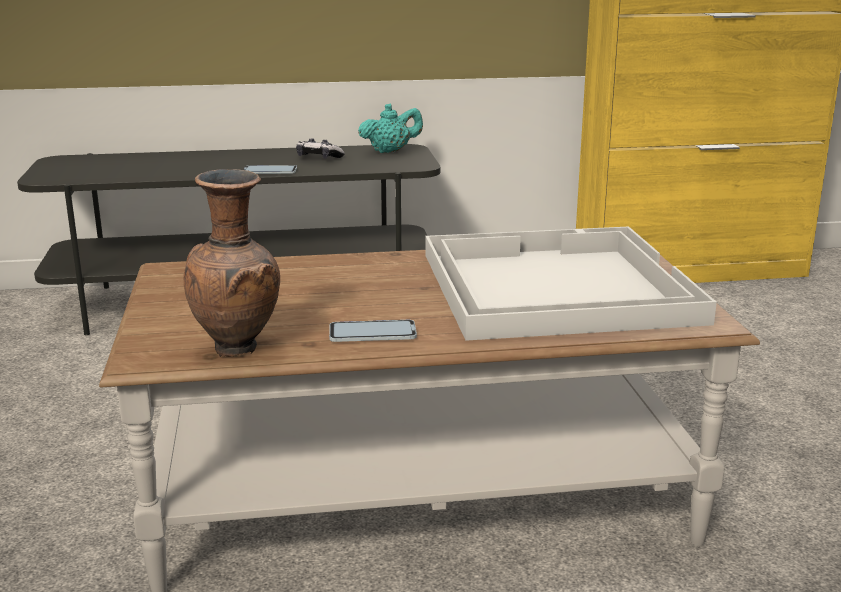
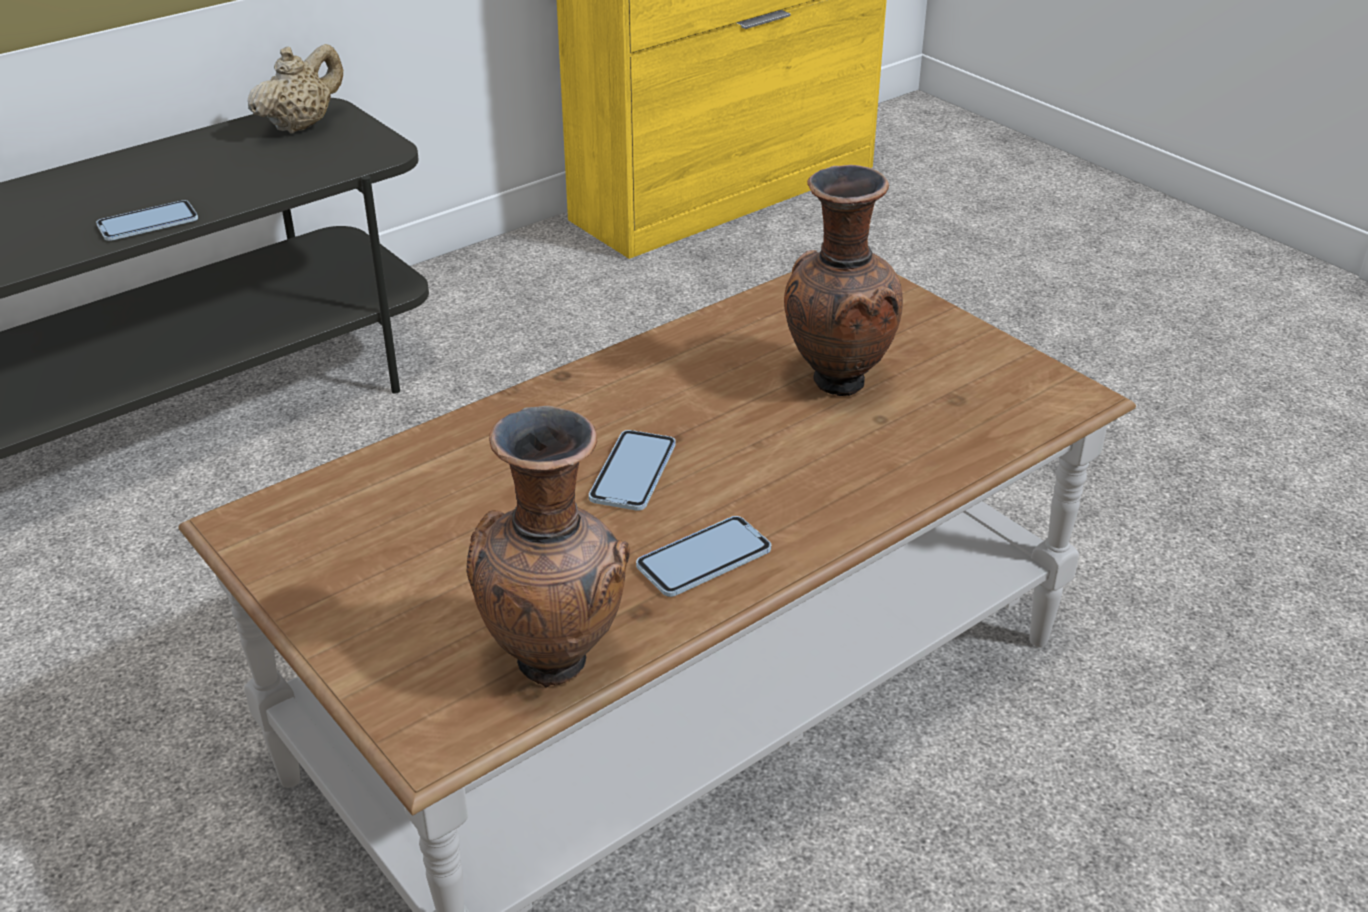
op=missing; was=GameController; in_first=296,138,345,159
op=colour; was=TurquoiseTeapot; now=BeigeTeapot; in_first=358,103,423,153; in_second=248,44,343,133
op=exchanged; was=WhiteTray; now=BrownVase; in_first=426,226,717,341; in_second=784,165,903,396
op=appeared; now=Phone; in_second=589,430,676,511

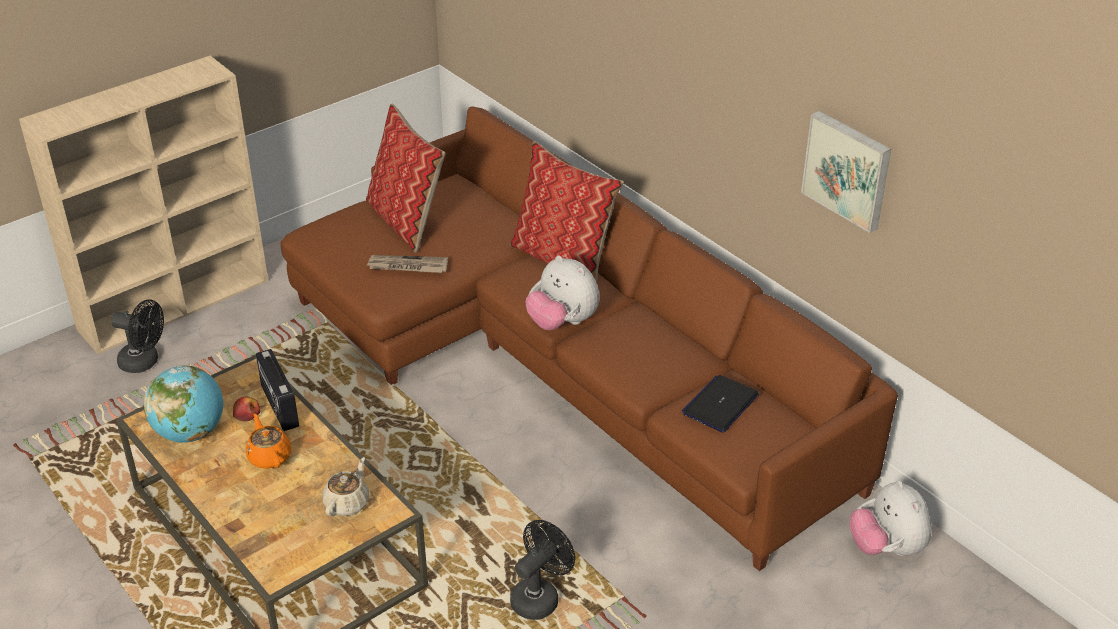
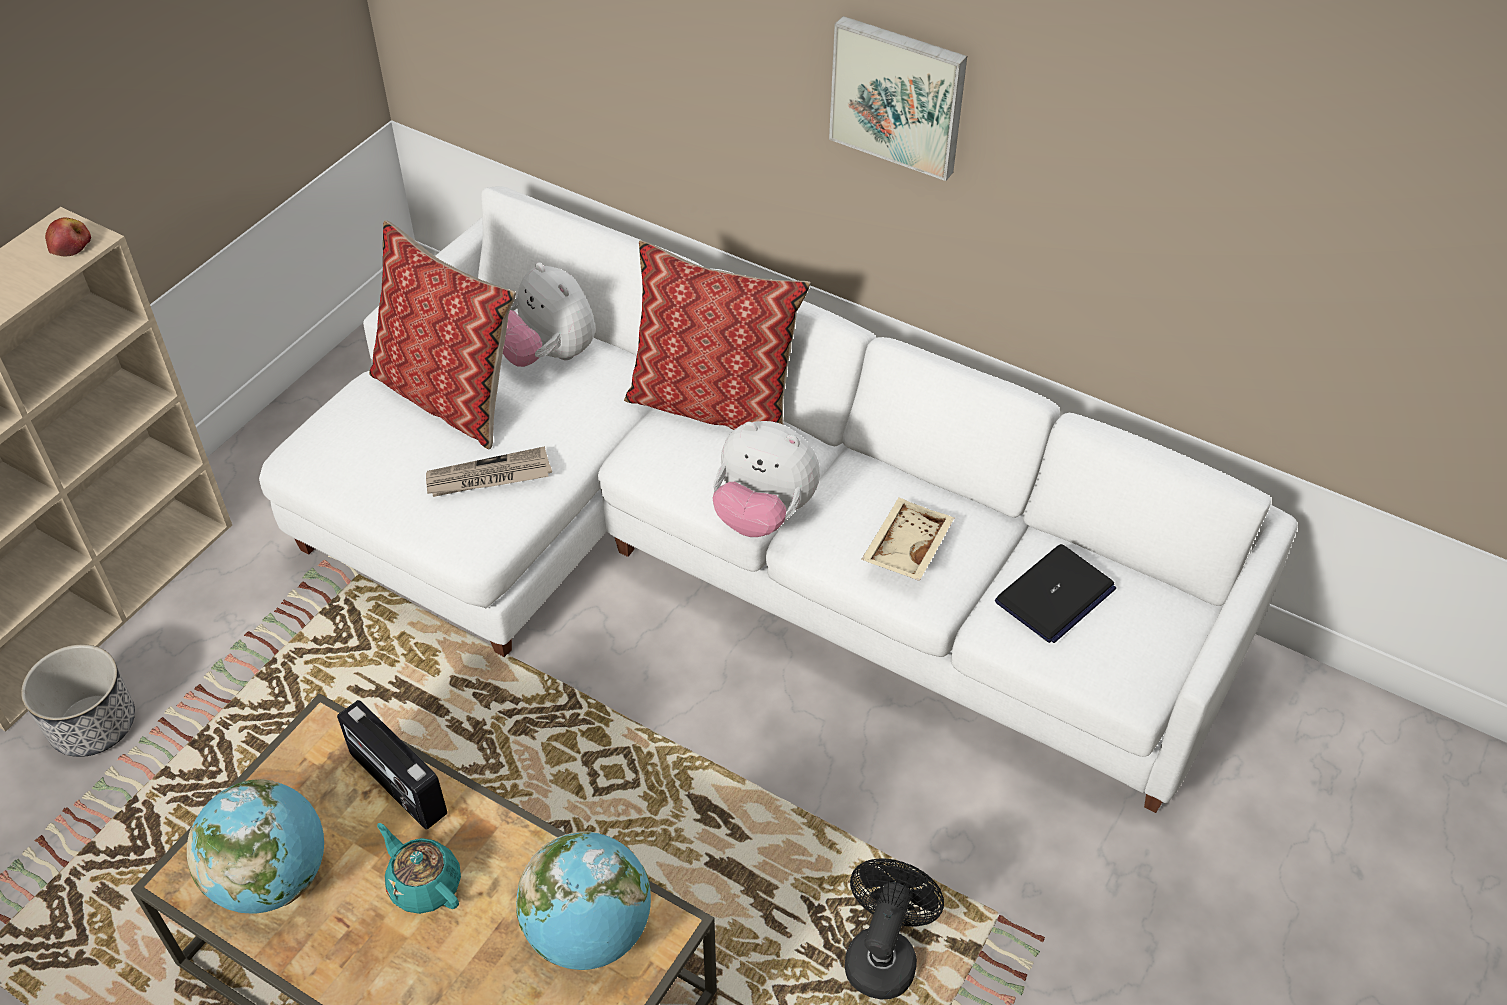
op=exchanged; was=BlackFan; now=Planter; in_first=111,300,164,373; in_second=21,644,135,757
op=relocated; was=Apple; in_first=233,397,260,422; in_second=45,218,91,256
op=colour; was=OrangeTeapot; now=TurquoiseTeapot; in_first=246,414,292,469; in_second=377,823,461,914
op=colour; was=BrownSofa; now=WhiteSofa; in_first=281,106,898,571; in_second=259,186,1298,813
op=exchanged; was=BeigeTeapot; now=Globe; in_first=322,457,370,516; in_second=516,831,651,970
op=spun; was=Laptop; in_first=682,375,759,432; in_second=995,544,1116,643; clockwise=-150
op=relocated; was=Picture; in_first=801,111,891,233; in_second=829,16,967,181
op=relocated; was=PlushToy; in_first=849,480,932,556; in_second=503,262,596,367
op=appeared; now=BeigeTray; in_second=861,498,954,581

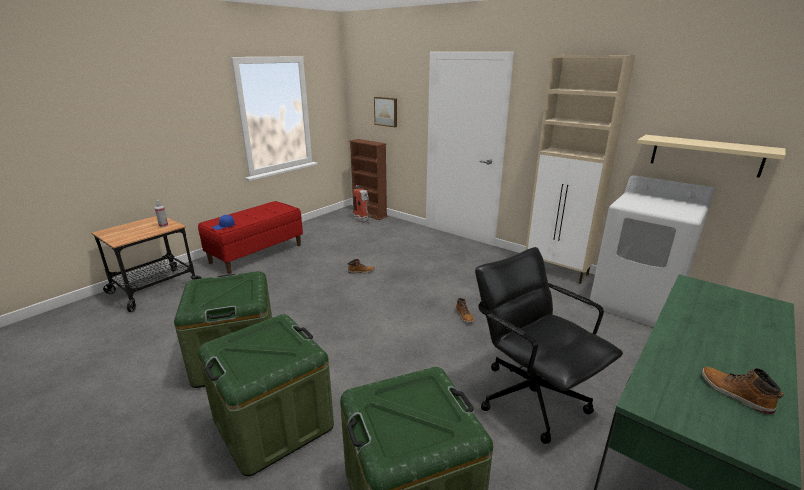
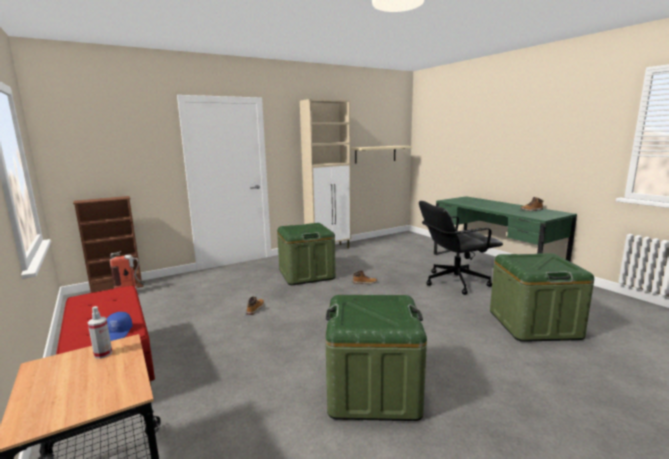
op=relocated; was=GreenStorageBox; in_first=197,314,334,476; in_second=277,223,336,285
op=missing; was=Picture; in_first=374,97,397,127
op=missing; was=WhiteWashingMachine; in_first=590,175,715,327

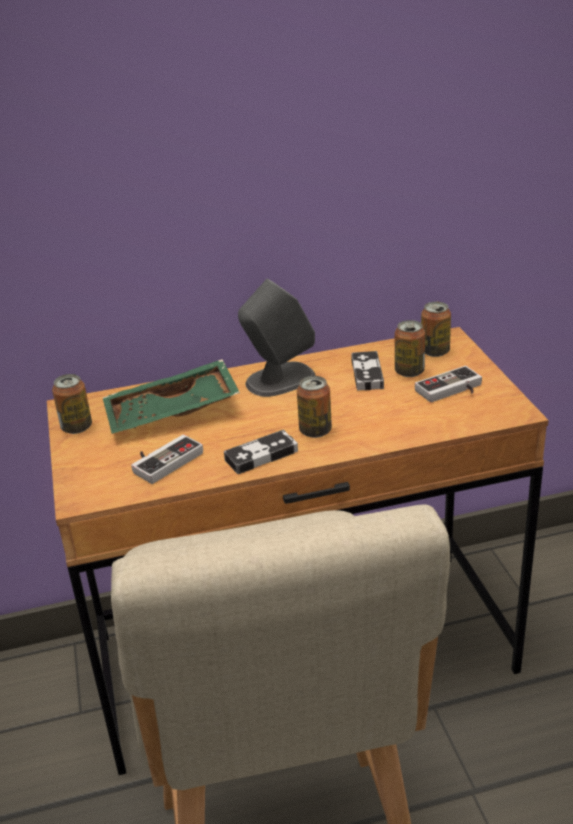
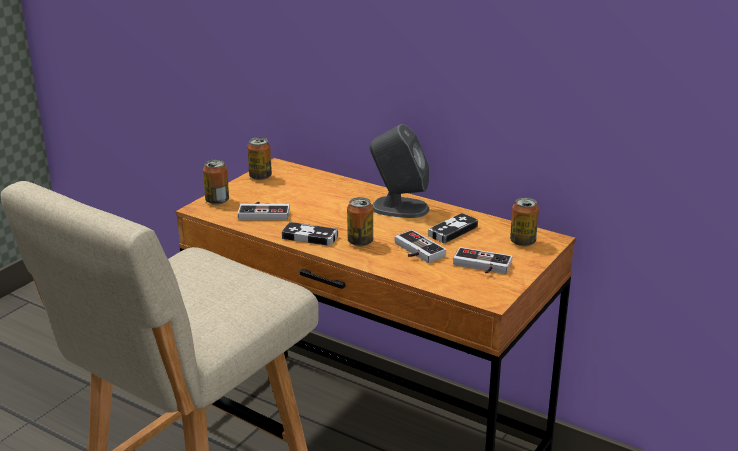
op=missing; was=GreenTray; in_first=103,359,240,434
op=relocated; was=Can; in_first=395,320,425,377; in_second=203,159,229,205
op=appeared; now=GameController; in_second=395,230,446,263

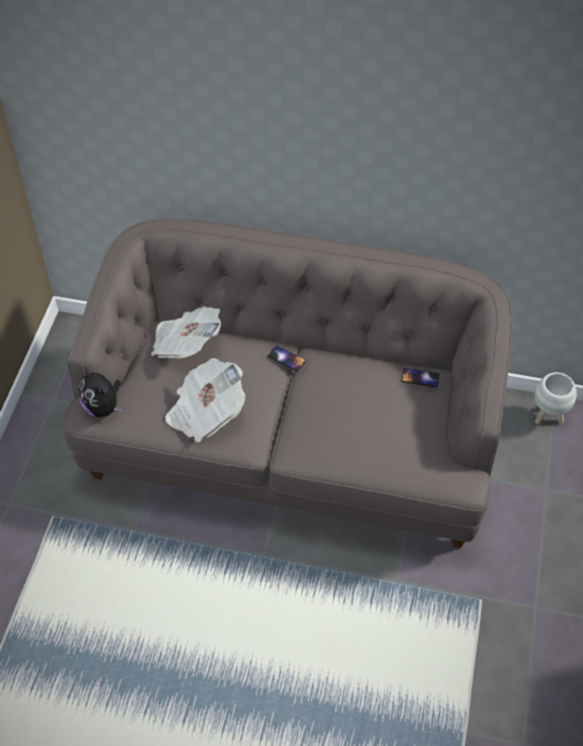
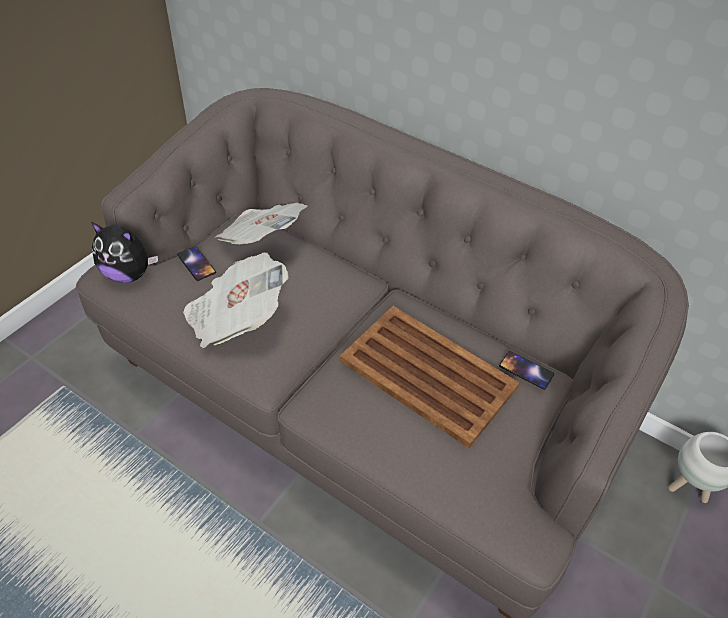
op=spun; was=PlushToy; in_first=79,367,122,418; in_second=91,222,158,283; clockwise=-60
op=relocated; was=Phone; in_first=268,345,306,372; in_second=177,246,216,281
op=appeared; now=BrownTray; in_second=339,306,520,448

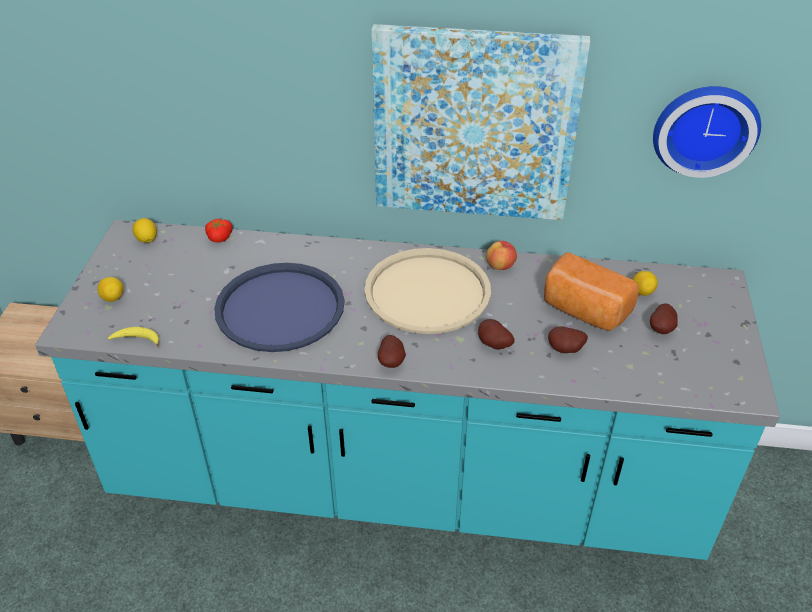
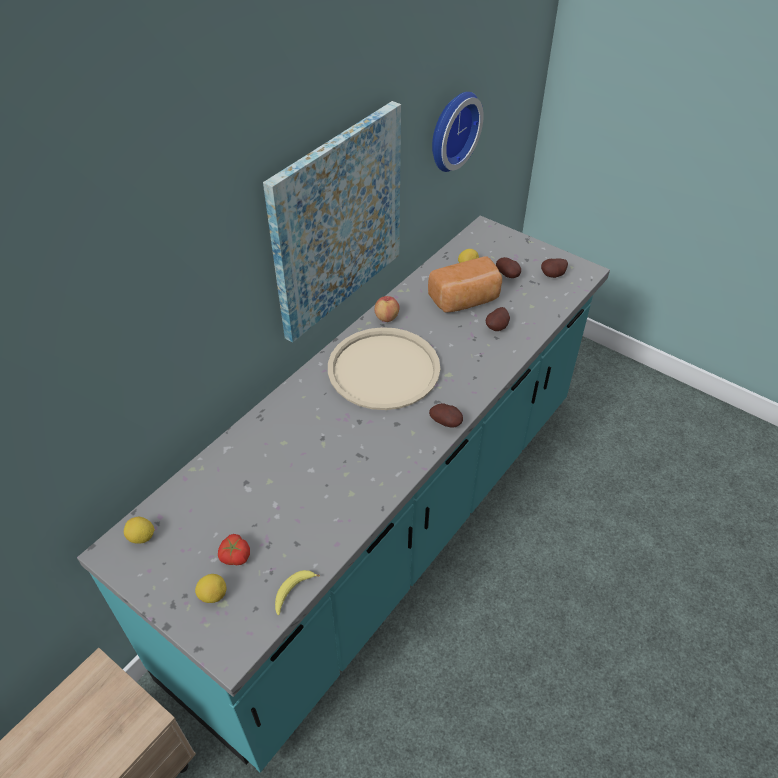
op=relocated; was=Tomato; in_first=205,219,232,242; in_second=218,534,250,565
op=missing; was=BlueTray; in_first=214,263,344,352
op=relocated; was=Potato; in_first=478,319,515,350; in_second=541,259,568,278

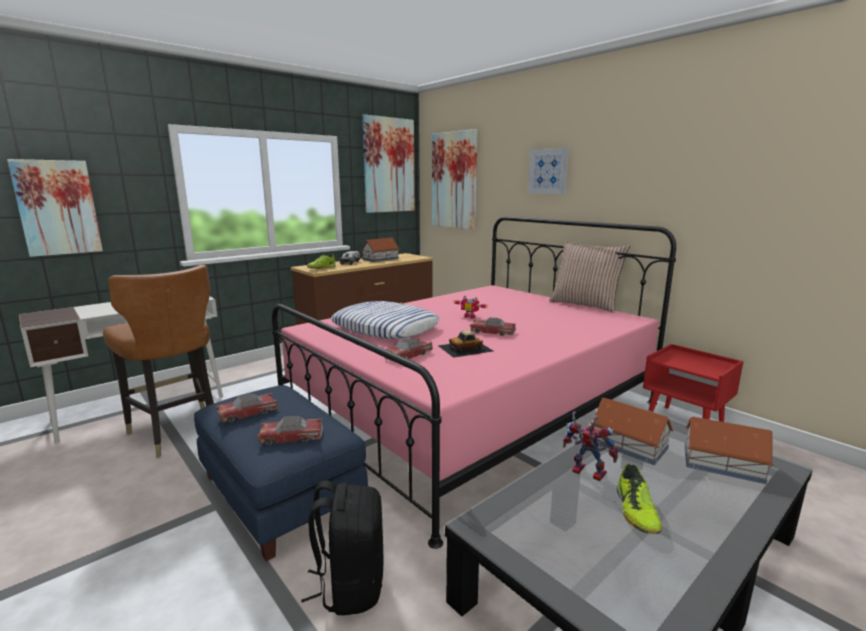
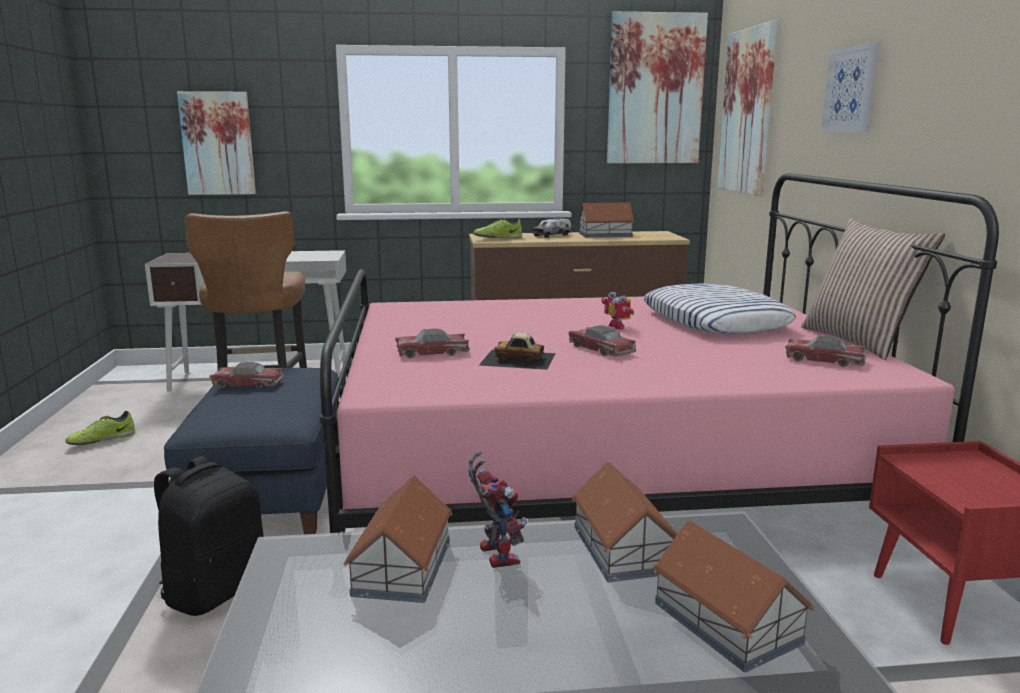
op=relocated; was=ToyCar; in_first=257,416,323,445; in_second=785,335,866,367
op=relocated; was=Pillow; in_first=331,301,440,339; in_second=644,283,796,334
op=relocated; was=Shoe; in_first=617,464,662,534; in_second=65,411,135,445
op=appeared; now=ToyHouse; in_second=343,476,453,603

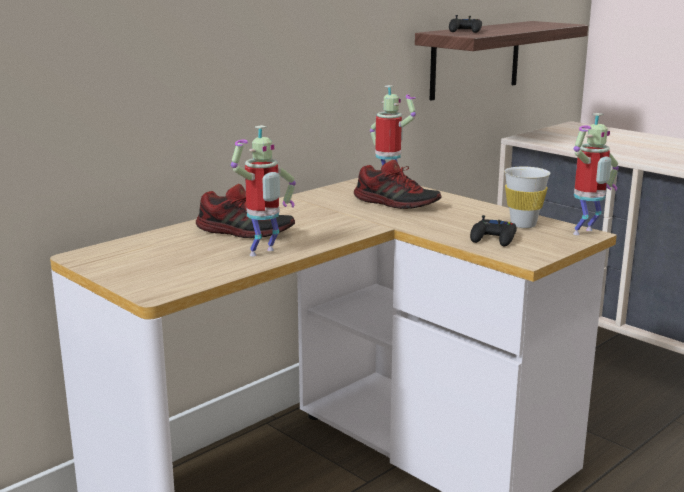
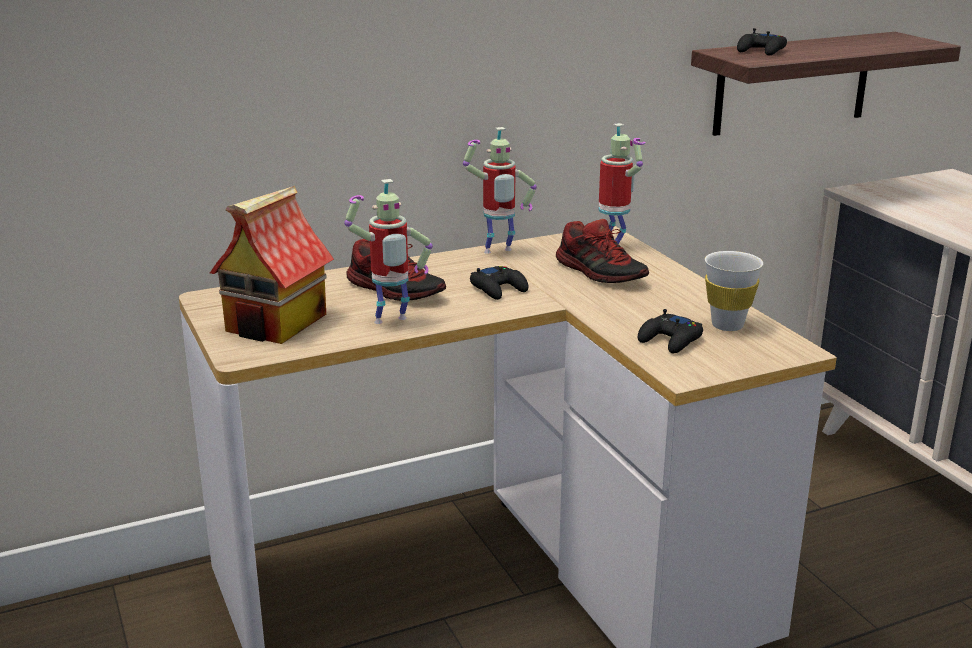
op=relocated; was=ToyRobot; in_first=573,113,619,235; in_second=463,127,537,254
op=appeared; now=ToyHouse; in_second=210,186,334,344
op=appeared; now=BlackGameController; in_second=470,266,528,300

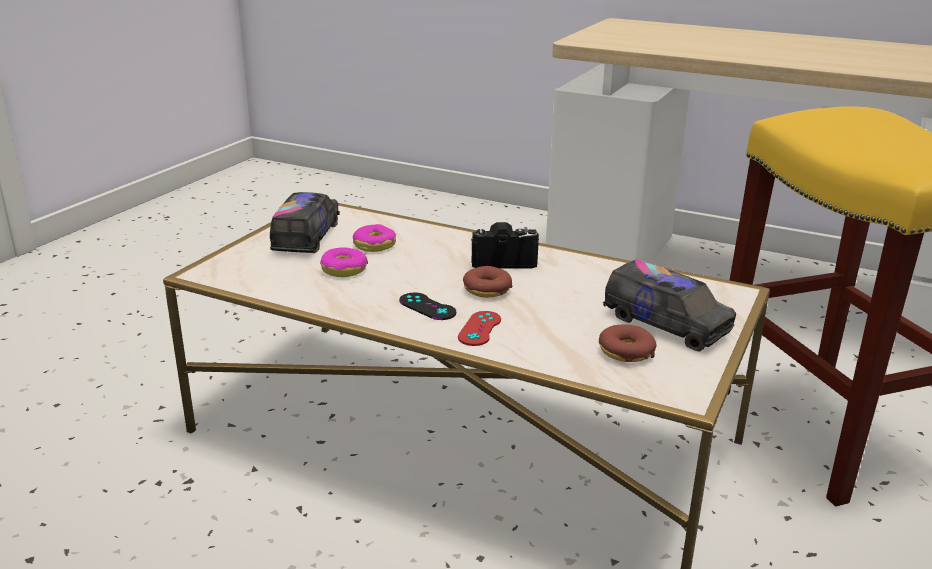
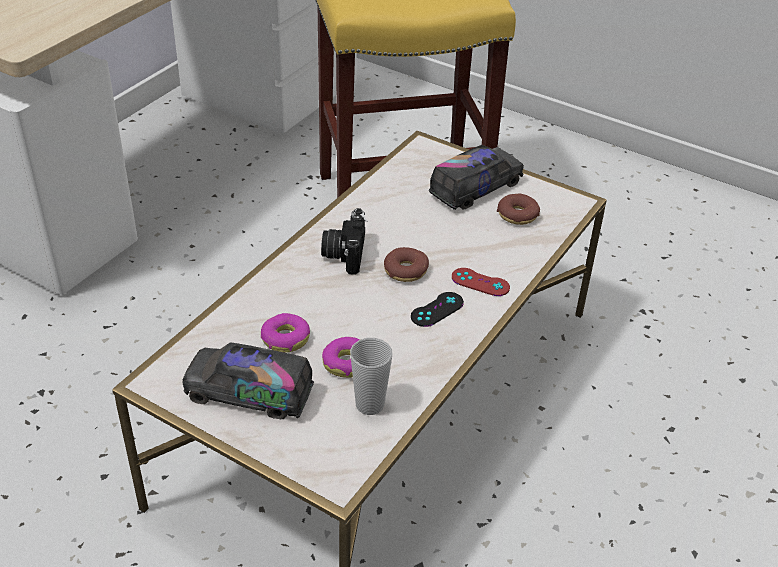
op=appeared; now=Cup; in_second=350,338,392,415

